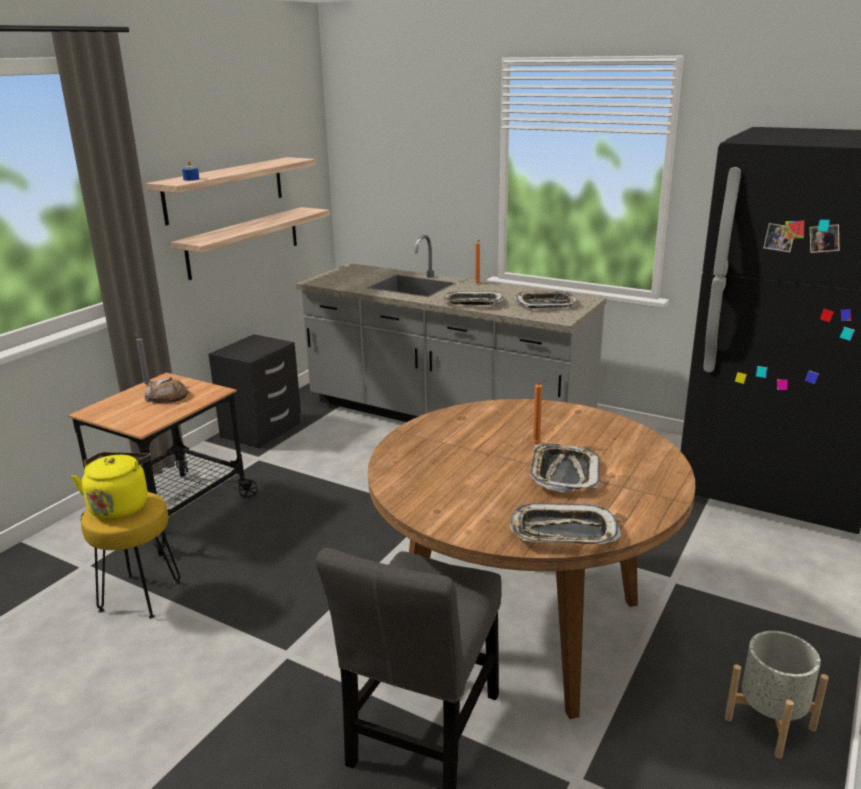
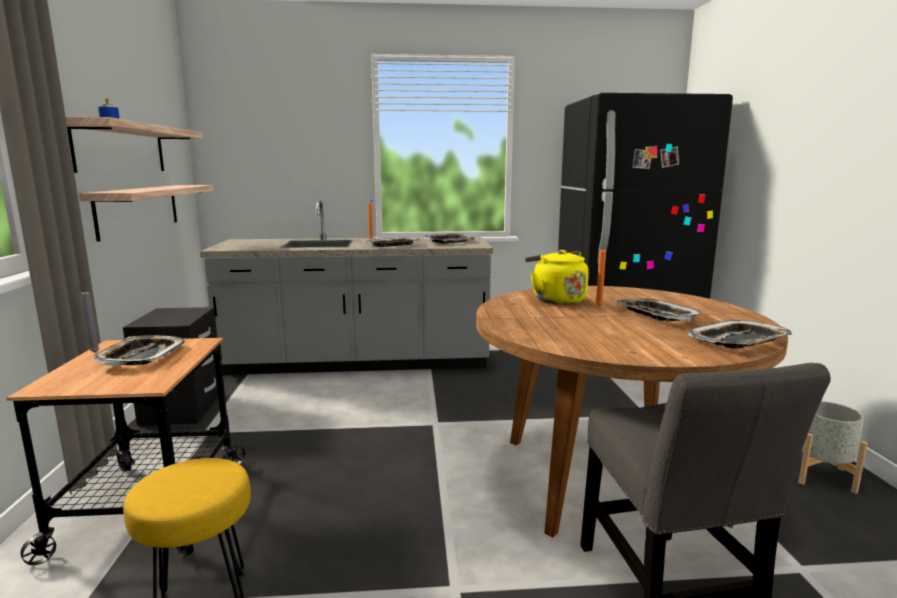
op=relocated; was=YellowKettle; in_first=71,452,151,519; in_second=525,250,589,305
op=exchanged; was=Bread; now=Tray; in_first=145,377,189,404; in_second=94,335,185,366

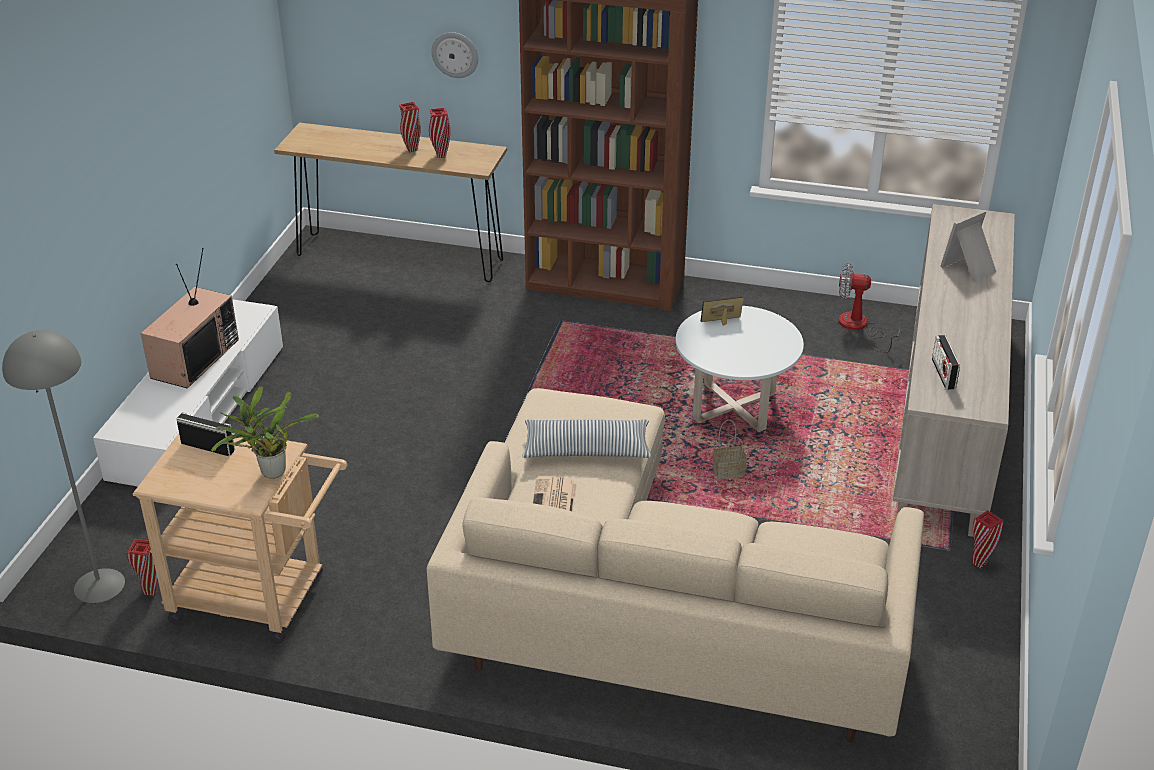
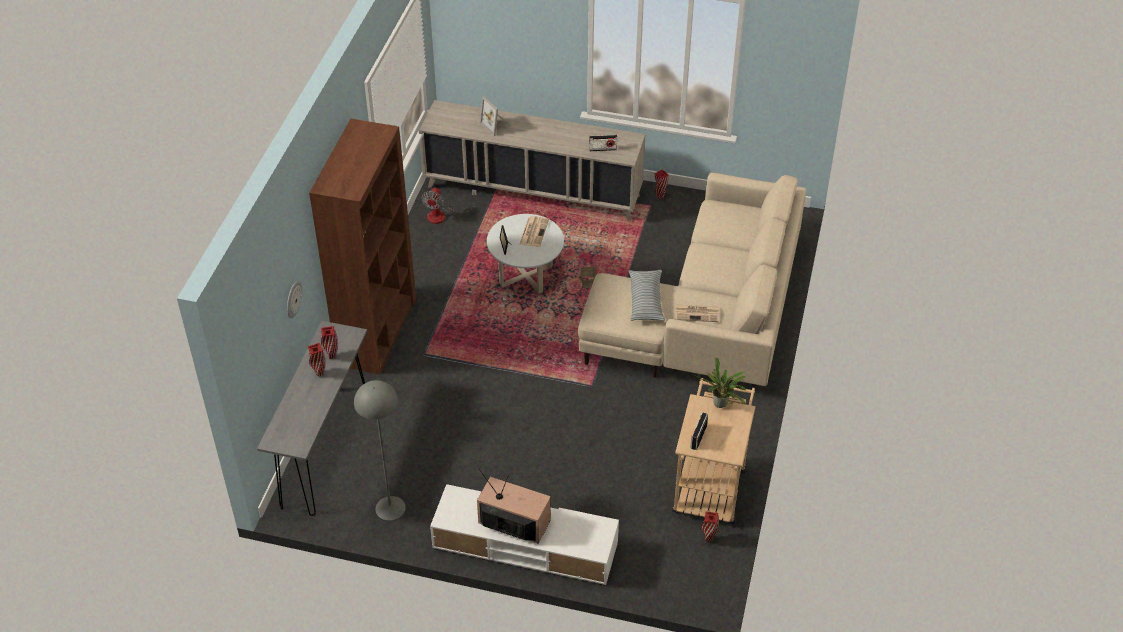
op=relocated; was=GreyFloorLamp; in_first=2,330,125,603; in_second=354,380,406,520
op=colour; was=BrownConsoleTable; now=GreyConsoleTable; in_first=274,122,507,282; in_second=257,321,368,516
op=appeared; now=Newspaper; in_second=519,216,549,247

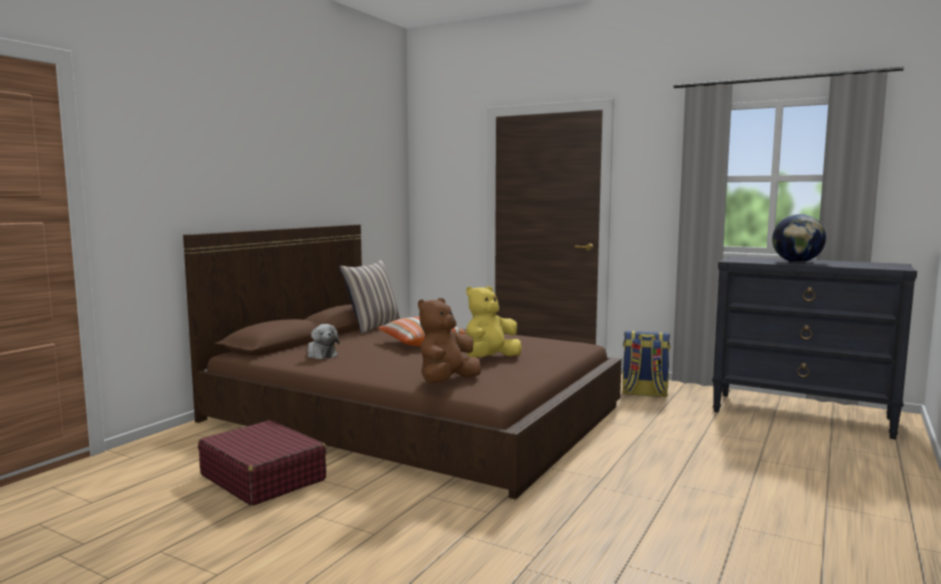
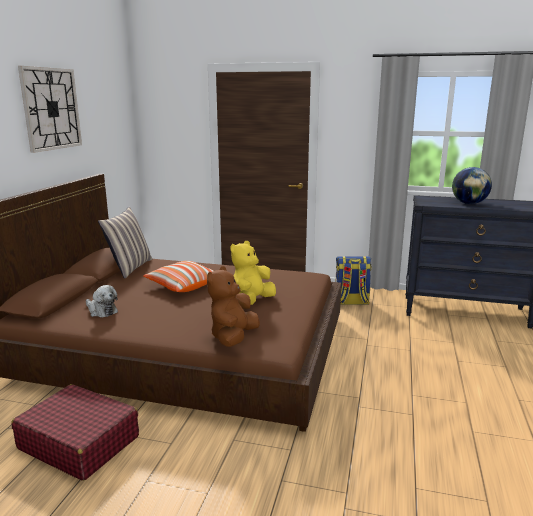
op=appeared; now=WallClock; in_second=18,66,82,153

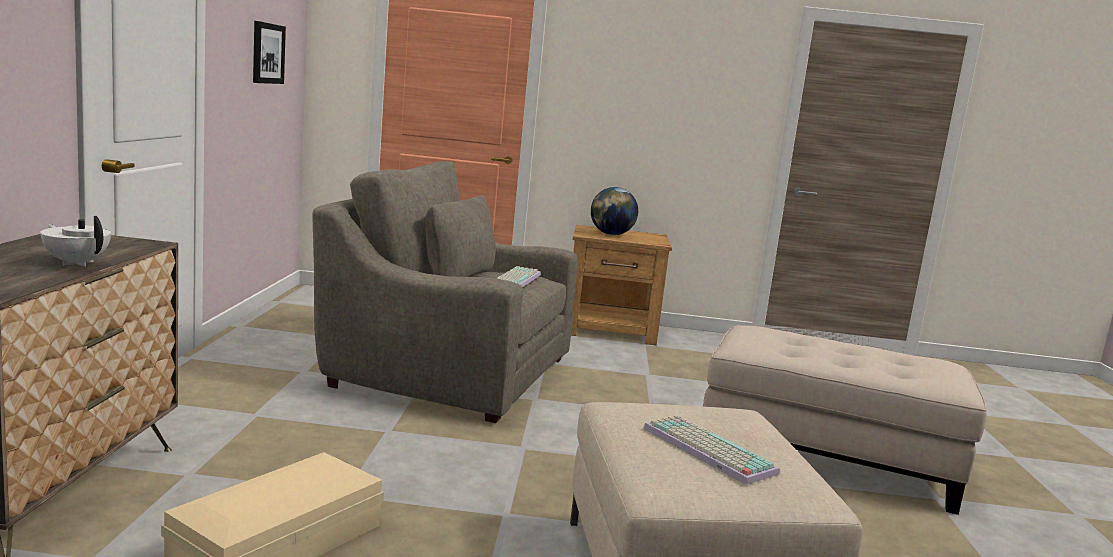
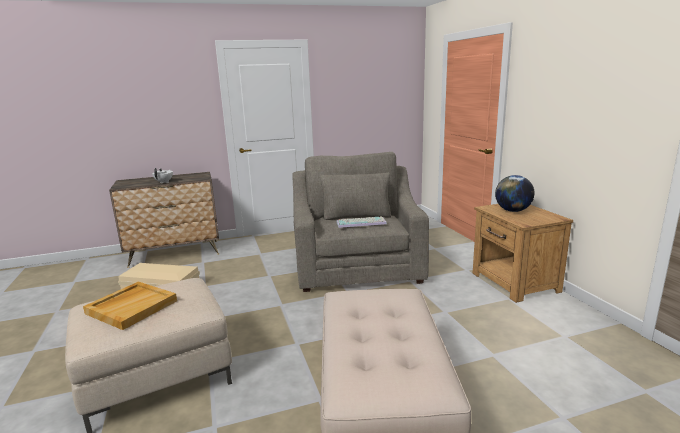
op=missing; was=Picture; in_first=253,21,286,84
op=exchanged; was=Keyboard; now=BeigeTray; in_first=643,415,780,485; in_second=83,281,177,330

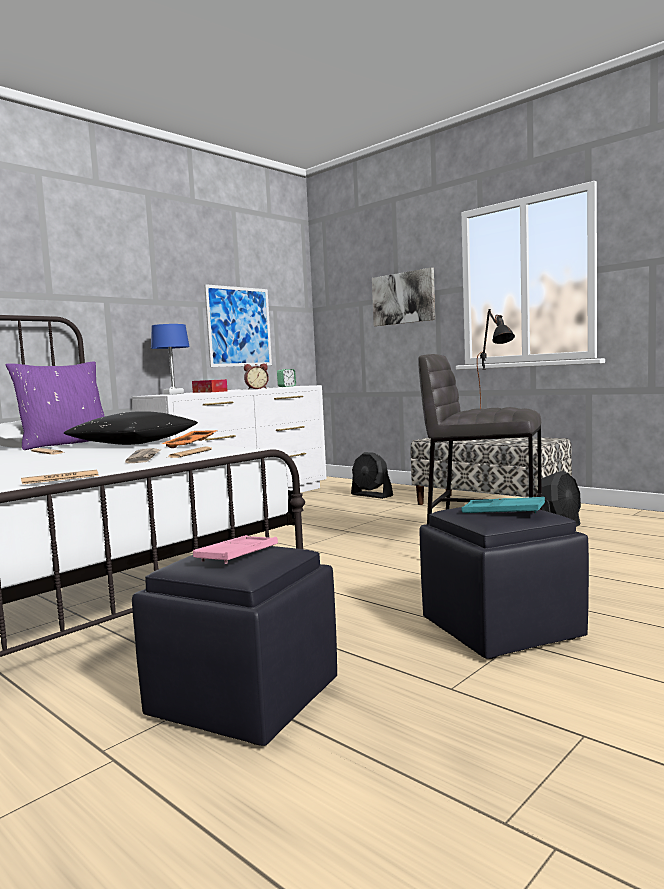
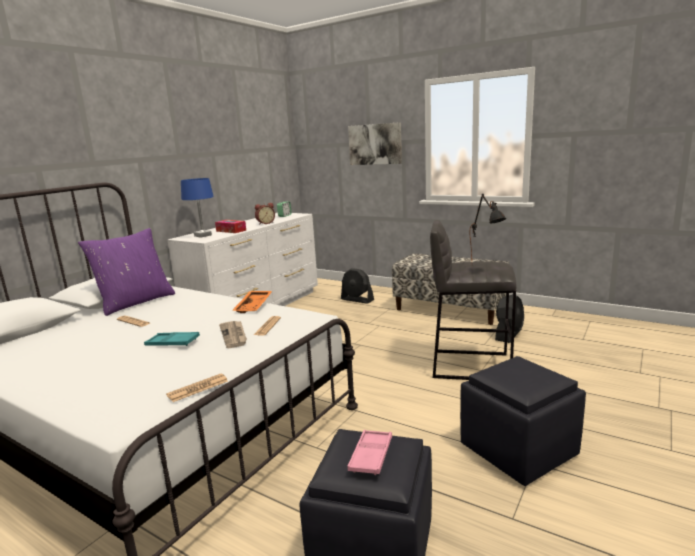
op=missing; was=BlackPillow; in_first=64,411,198,445
op=missing; was=Picture; in_first=204,284,272,367
op=relocated; was=TurquoiseTray; in_first=461,497,545,513; in_second=144,332,200,346

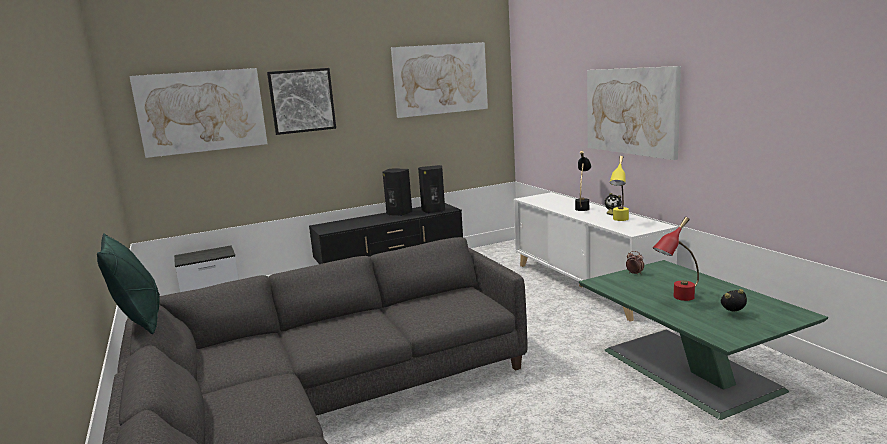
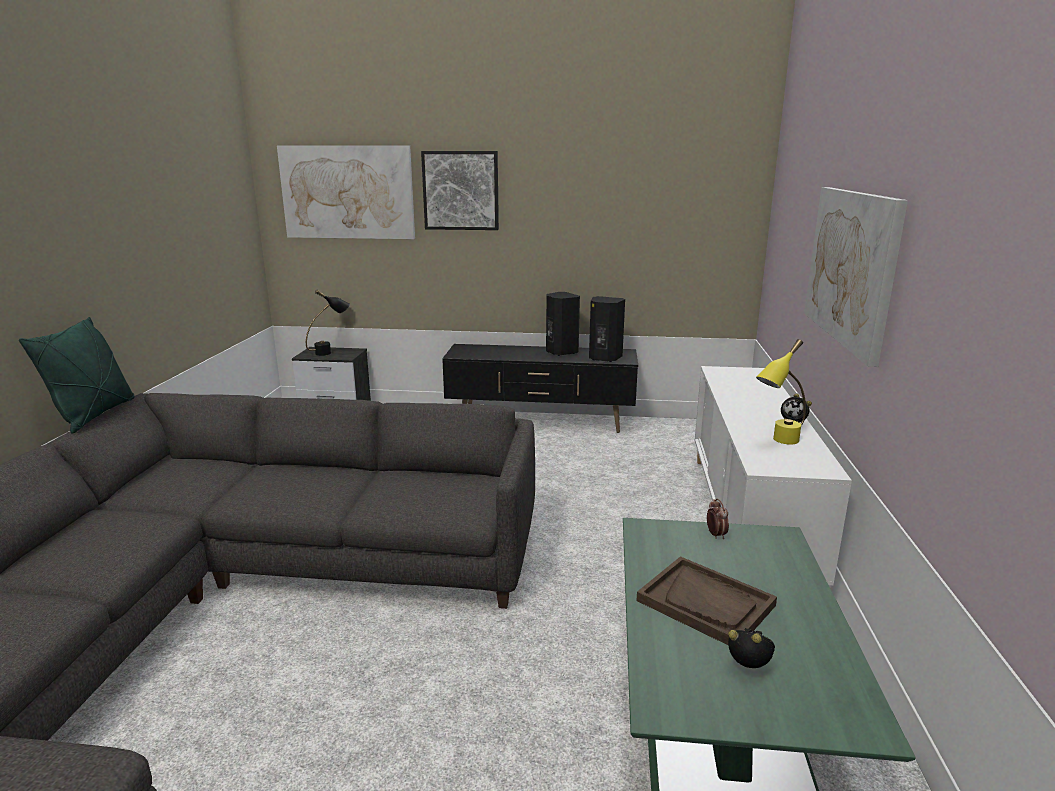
op=missing; was=Picture; in_first=391,42,488,118
op=relocated; was=BlackTableLamp; in_first=575,151,591,211; in_second=306,290,350,356
op=exchanged; was=RedTableLamp; now=BrownTray; in_first=653,217,699,301; in_second=636,556,777,645

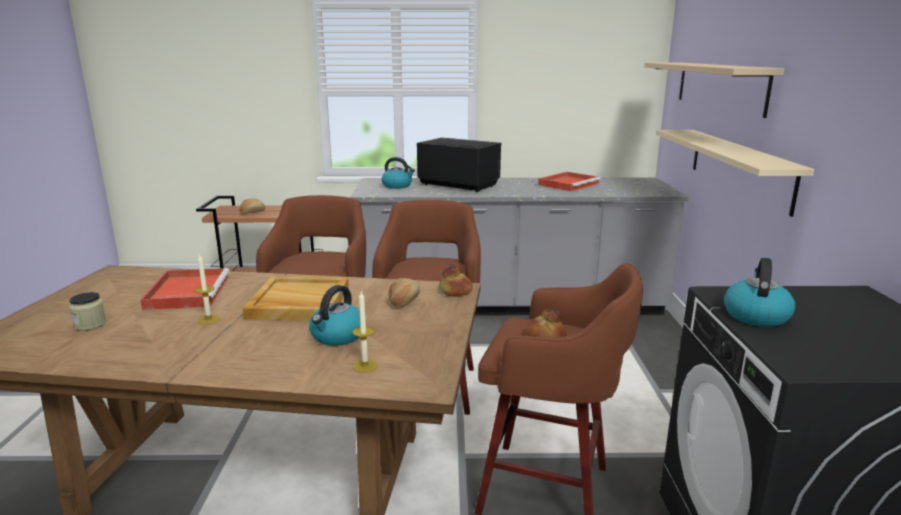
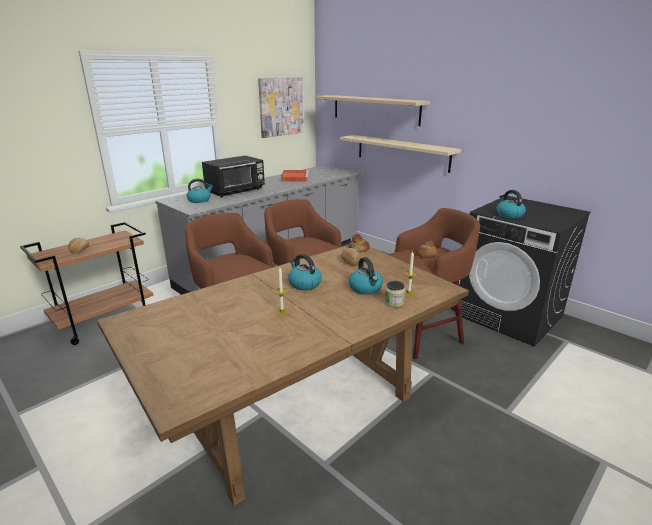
op=relocated; was=Jar; in_first=69,292,106,331; in_second=385,281,405,307
op=missing; was=RedTray; in_first=140,268,230,310
op=exchanged; was=BeigeTray; now=Kettle; in_first=242,277,349,321; in_second=288,254,322,290
op=spun; was=BlackMicrowave; in_first=417,138,502,192; in_second=202,155,265,197; clockwise=150
op=appeared; now=Picture; in_second=258,77,304,138

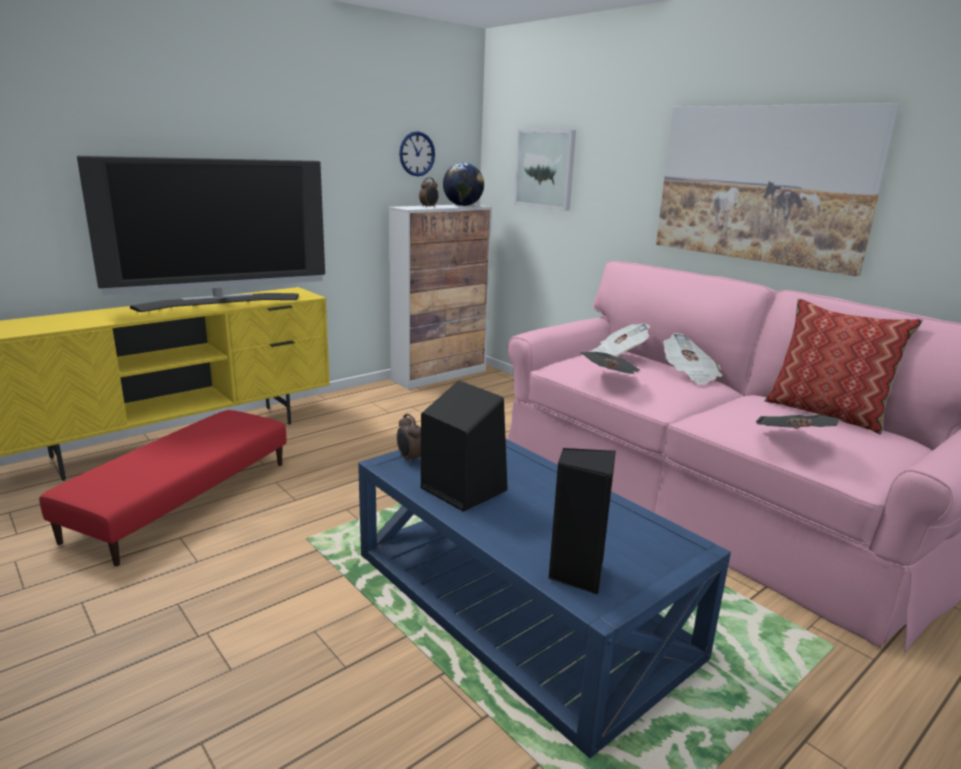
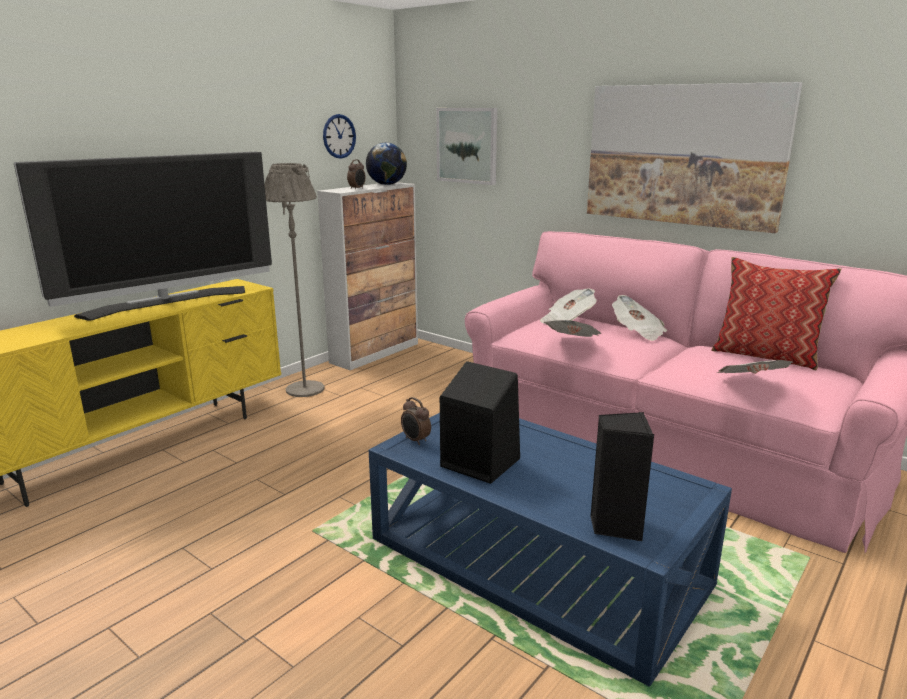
op=missing; was=RedOttoman; in_first=39,410,287,566
op=appeared; now=GreyFloorLamp; in_second=264,163,324,397

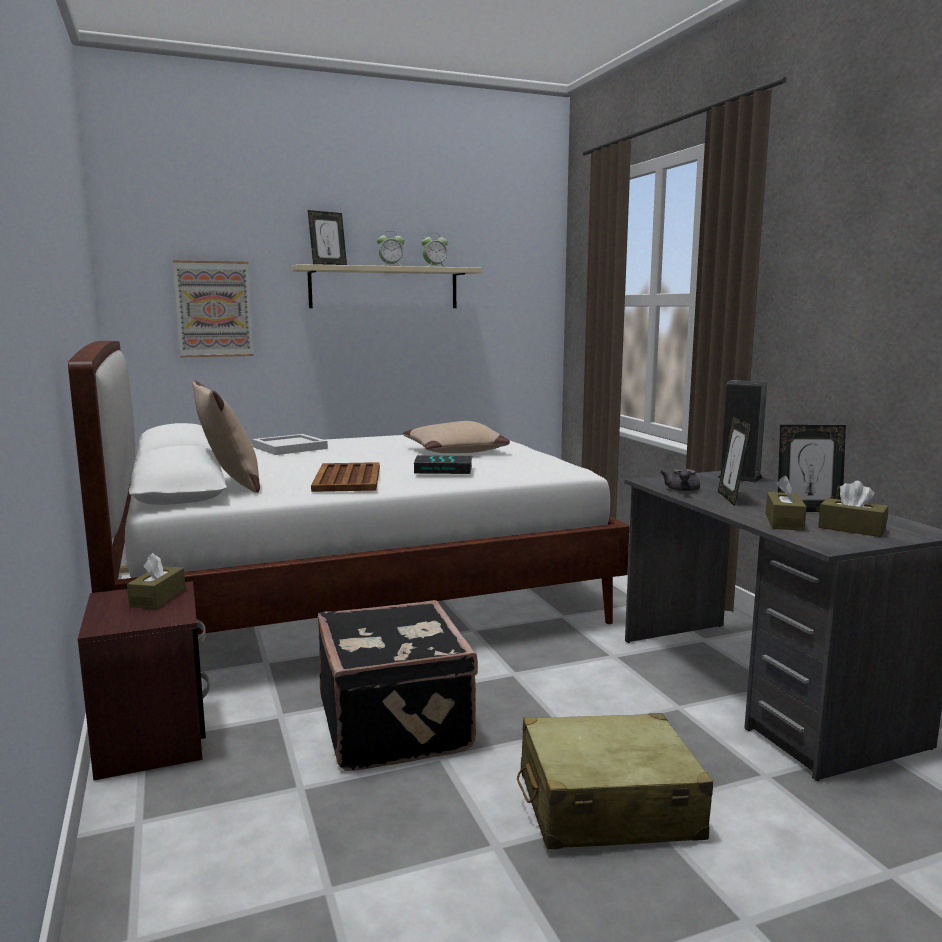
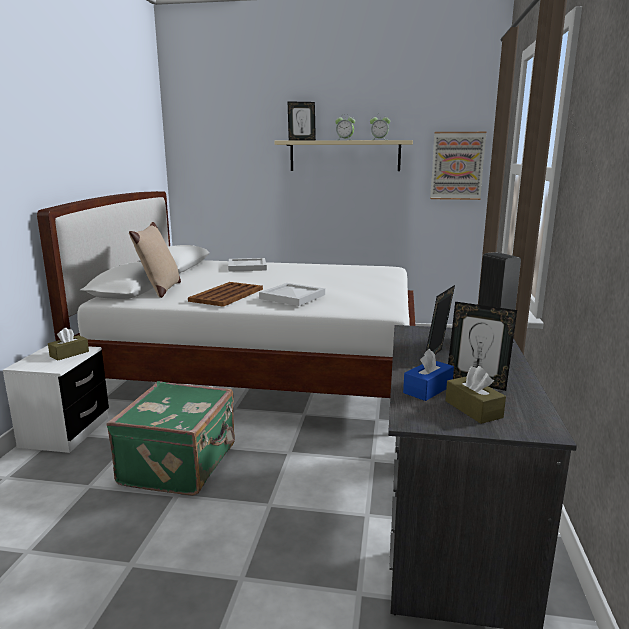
op=colour; was=BrownNightstand; now=WhiteNightstand; in_first=78,581,210,781; in_second=3,345,109,453
op=relocated; was=Picture; in_first=173,260,254,357; in_second=430,132,486,200
op=colour; was=BlackSuitcase; now=GreenSuitcase; in_first=318,600,478,771; in_second=106,381,235,496
op=missing; was=BeigePillow; in_first=403,421,510,453
op=exchanged; was=Book; now=WhiteTray; in_first=414,455,473,474; in_second=259,283,325,306
op=missing; was=BeigeSuitcase; in_first=517,713,713,849
op=missing; was=GreyTeapot; in_first=661,469,700,492
op=colour; was=BrownTissueBox; now=BlueTissueBox; in_first=766,476,807,531; in_second=403,349,454,401

